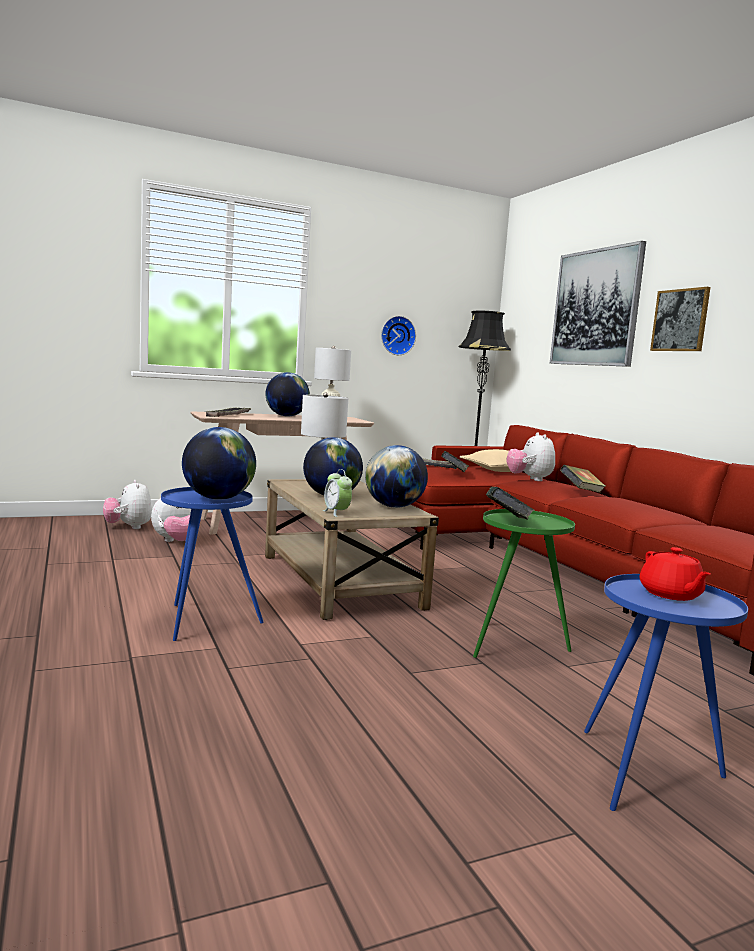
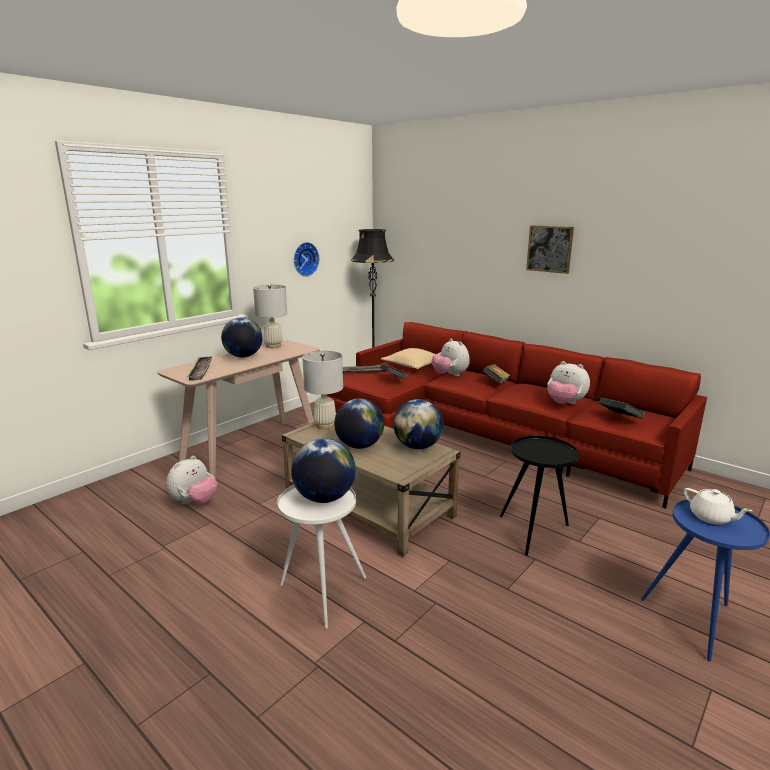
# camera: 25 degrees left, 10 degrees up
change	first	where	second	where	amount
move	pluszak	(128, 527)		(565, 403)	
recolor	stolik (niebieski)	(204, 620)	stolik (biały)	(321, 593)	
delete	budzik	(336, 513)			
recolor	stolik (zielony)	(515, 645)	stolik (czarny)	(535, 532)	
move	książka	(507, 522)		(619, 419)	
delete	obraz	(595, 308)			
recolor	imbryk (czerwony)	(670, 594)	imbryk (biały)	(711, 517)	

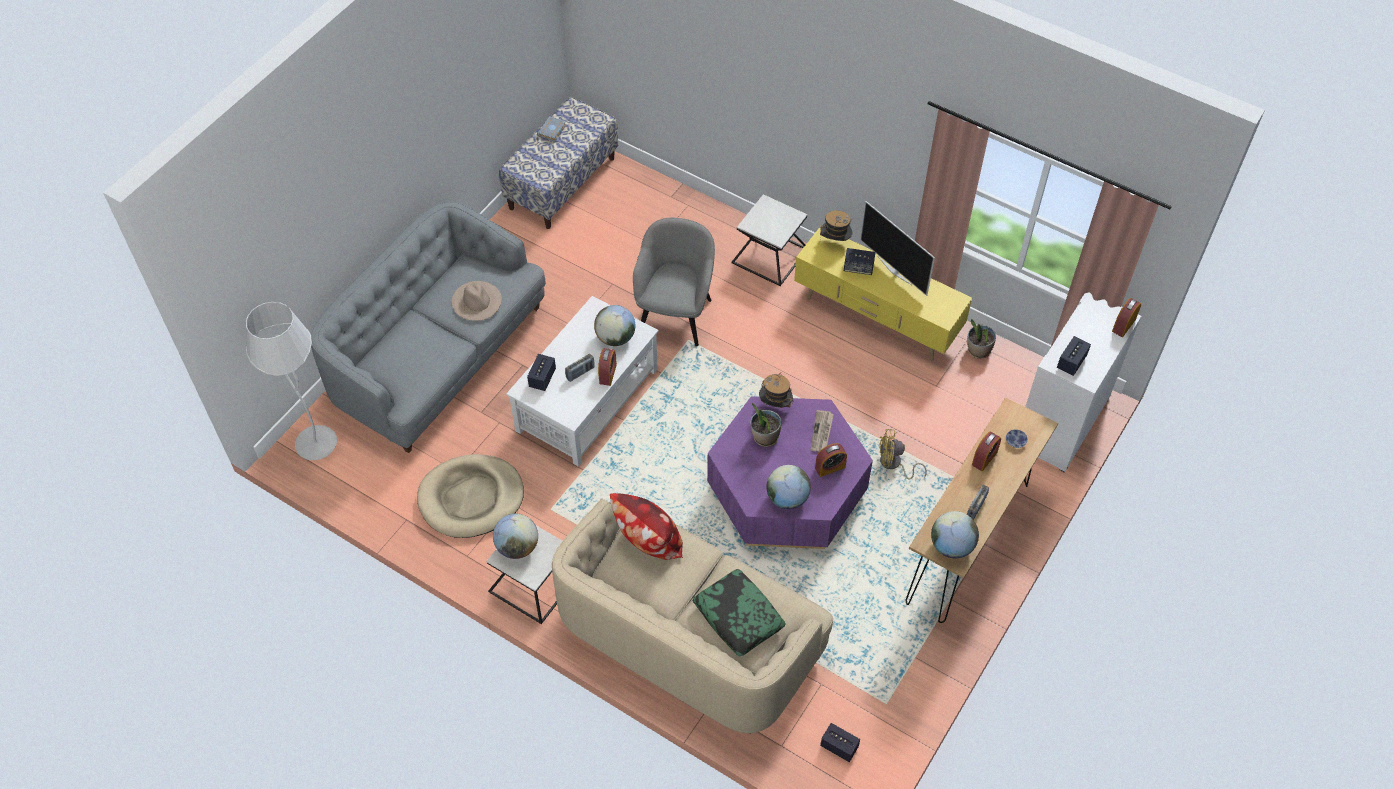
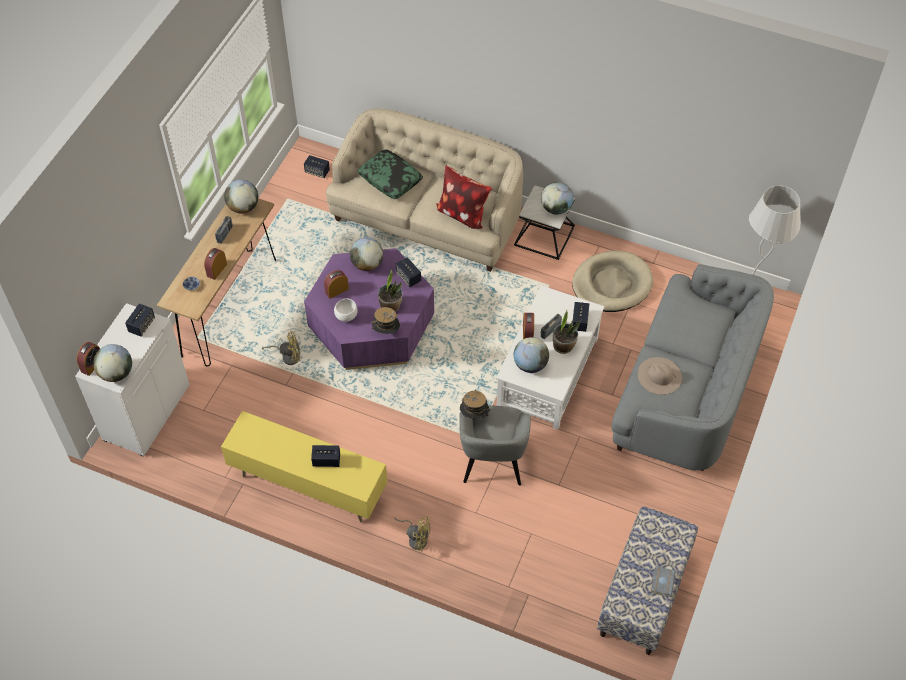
# camera: 170 degrees right, 0 degrees up
change	first	where	second	where	amount
replace	stolik	(770, 256)	wentylator (żółty)	(416, 538)	
replace	gazeta	(822, 432)	miska (biały)	(346, 316)	
move	kapelusz	(835, 241)		(474, 416)	
delete	telewizor	(895, 270)			
move	roślina doniczkowa	(978, 350)		(563, 346)	
insert			globus	(116, 373)	
insert			głośnik	(408, 277)	

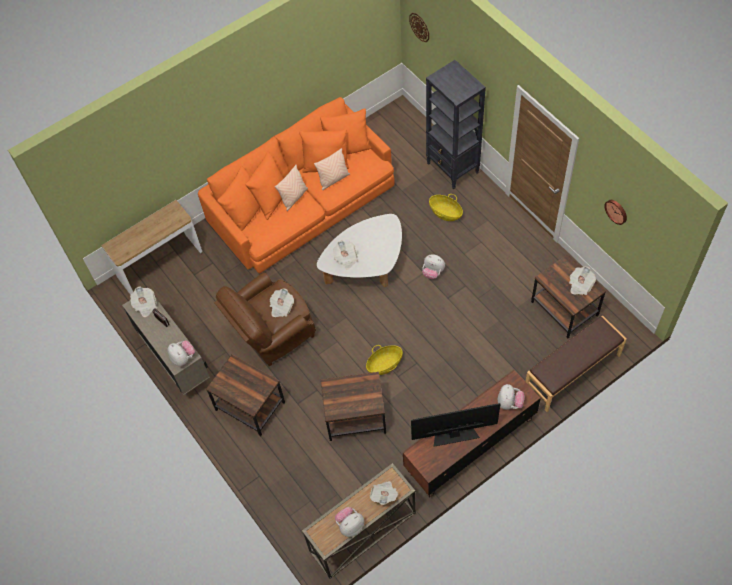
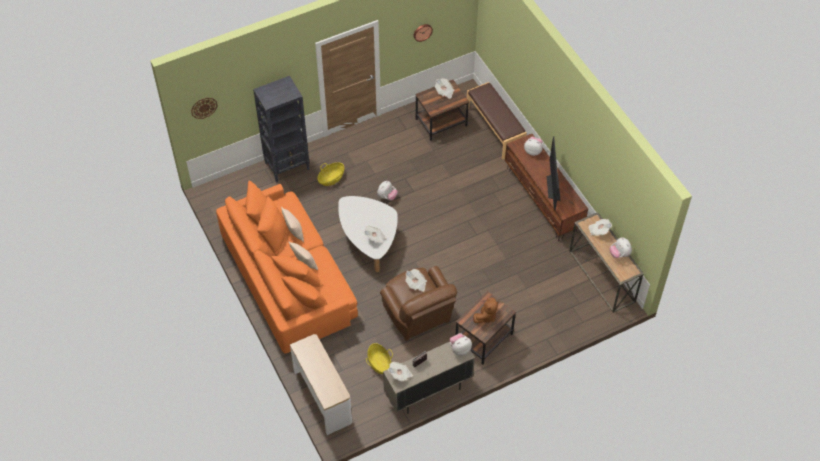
# camera: 85 degrees left, 5 degrees down
change	first	where	second	where	amount
delete	stolik (brązowy)	(355, 418)			
move	koszyk	(384, 364)		(379, 363)	
insert			pluszak (brązowy)	(486, 316)	

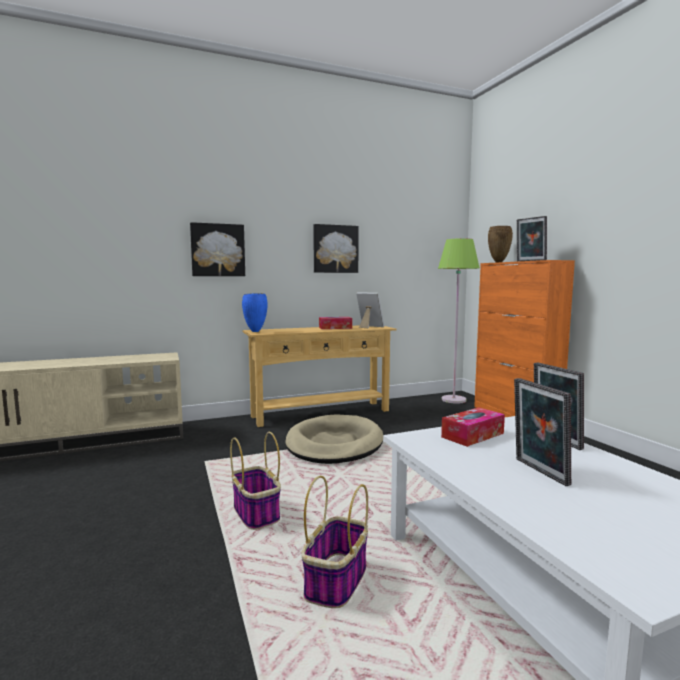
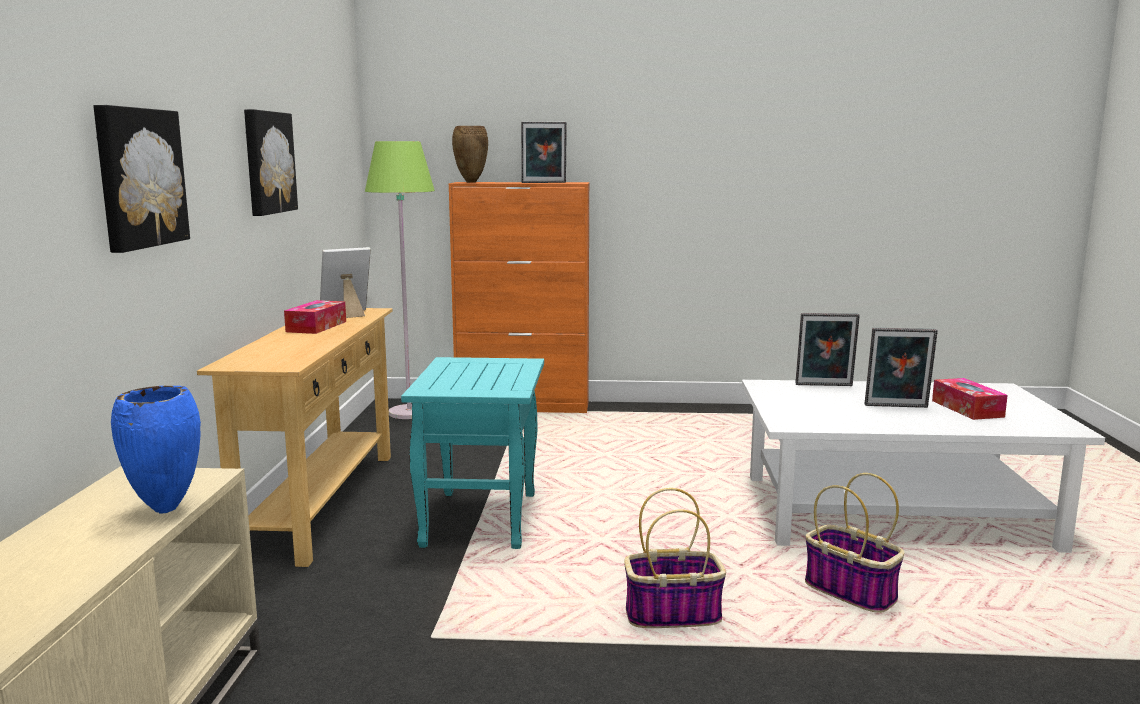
# camera: 65 degrees left, 5 degrees up
change	first	where	second	where	amount
move	wazon (niebieski)	(255, 331)		(166, 510)	
replace	legowisko (beżowy)	(334, 444)	stolik (turkusowy)	(481, 521)	
move	pudełko chusteczek	(472, 435)		(967, 409)	

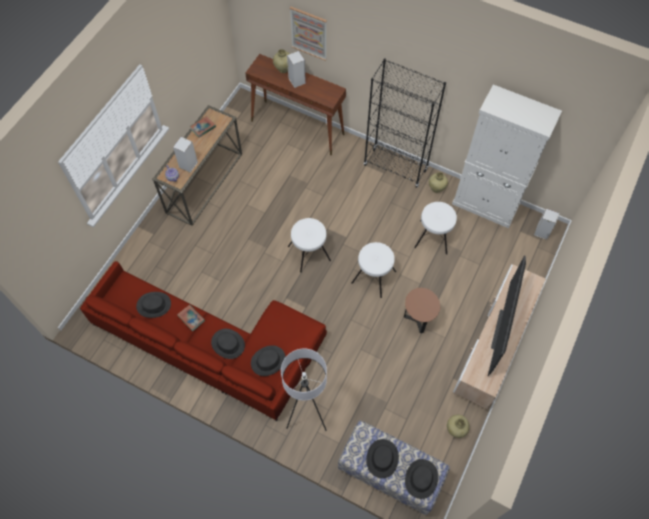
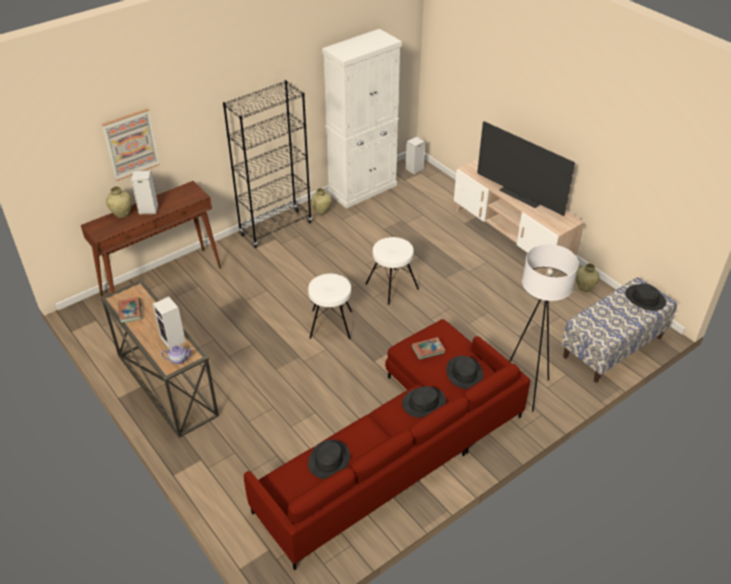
# camera: 65 degrees left, 20 degrees down
change	first	where	second	where	amount
move	książka	(191, 318)		(428, 350)	
delete	kapelusz (czarny)	(382, 458)			
delete	stolik (brązowy)	(418, 320)			
delete	stołek (biały)	(433, 237)			

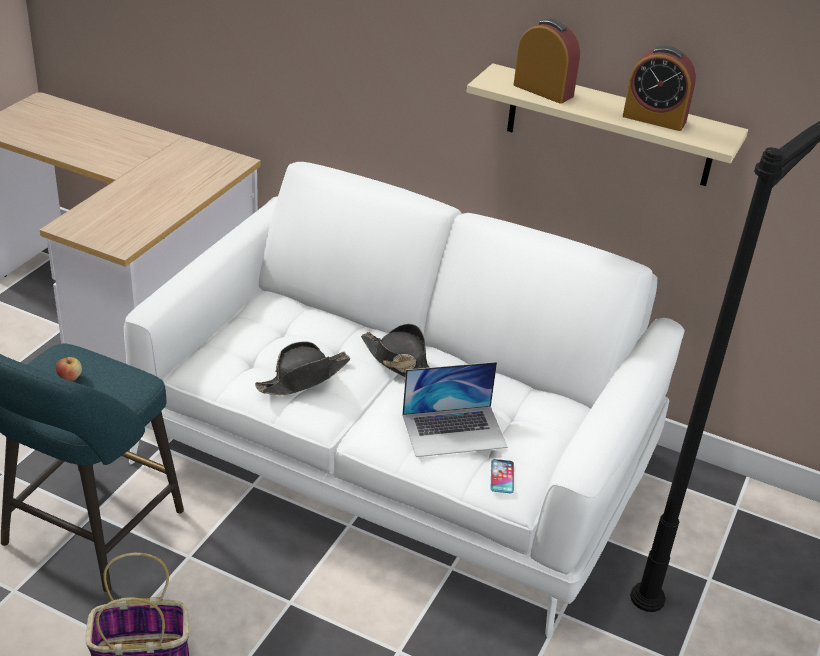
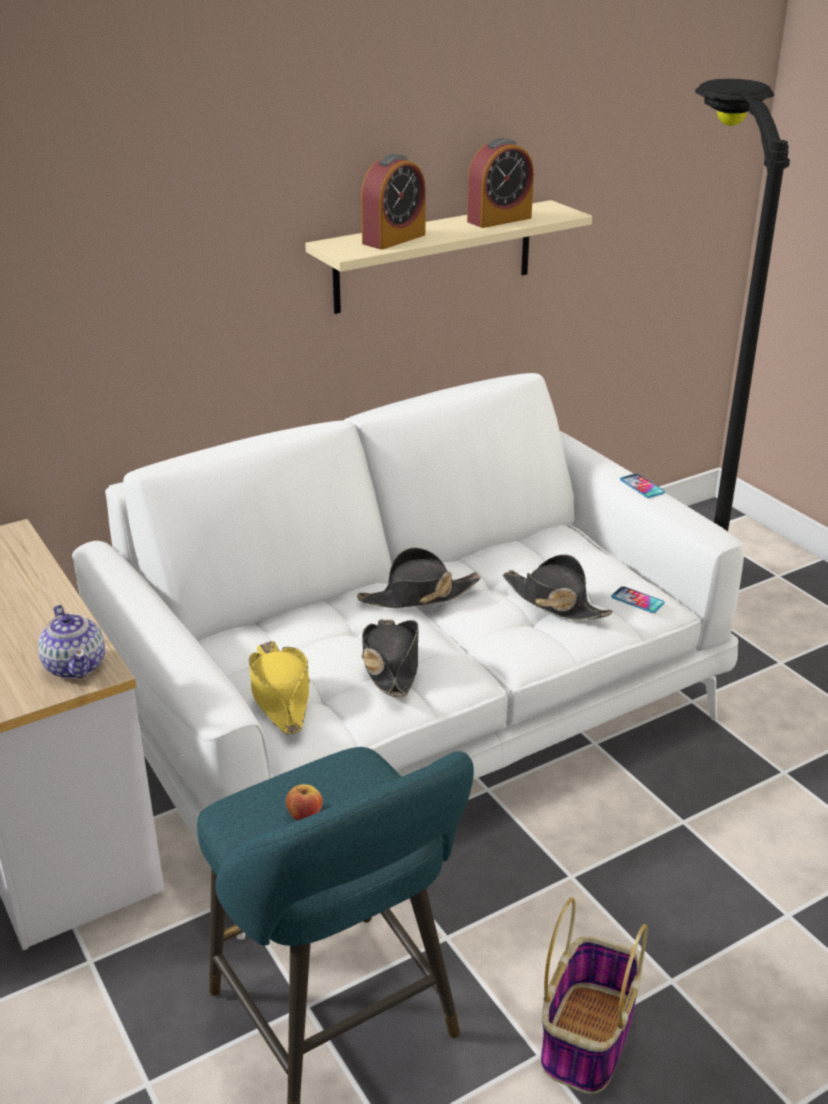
# camera: 55 degrees left, 5 degrees down
change	first	where	second	where	amount
replace	laptop	(454, 430)	kapelusz (czarny)	(554, 601)	
rotate	budzik	(543, 90)		(394, 239)	150 degrees clockwise
insert			imbryk	(75, 665)	
insert			kapelusz (żółty)	(280, 695)	
insert			telefon	(642, 486)	

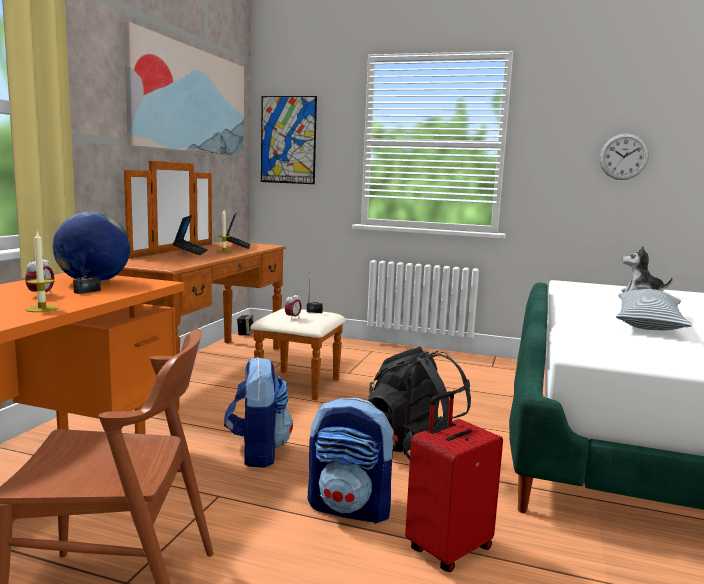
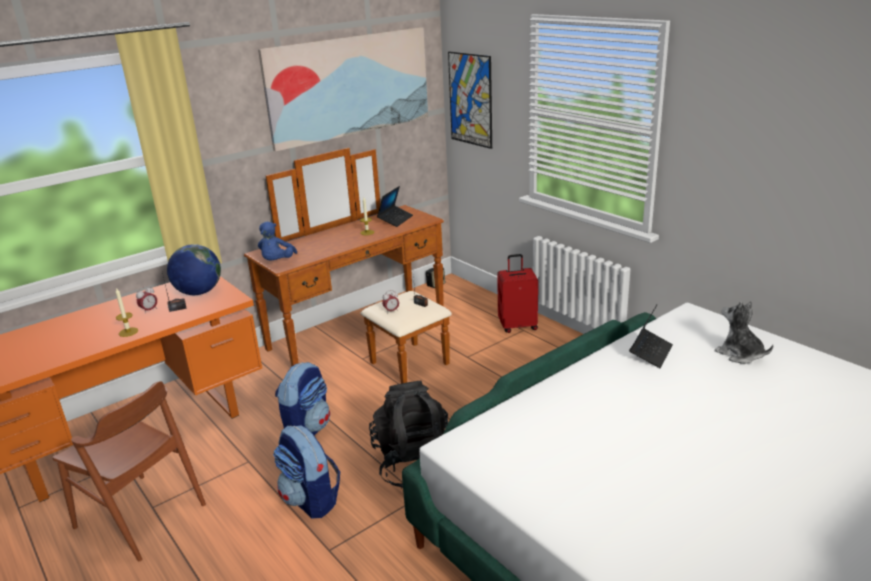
# camera: 35 degrees right, 15 degrees up
change	first	where	second	where	amount
move	laptop	(190, 252)		(650, 353)	
move	walizka (czerwony)	(447, 549)		(517, 326)	
delete	zegar ścienny	(623, 156)			
delete	poduszka	(648, 323)			
insert			pluszak (niebieski)	(277, 262)	

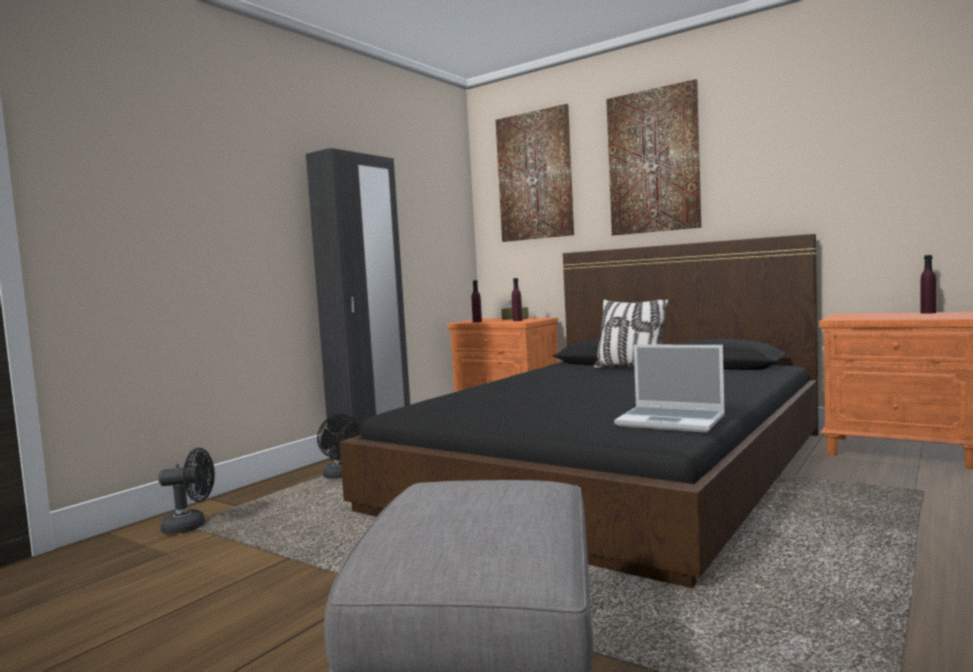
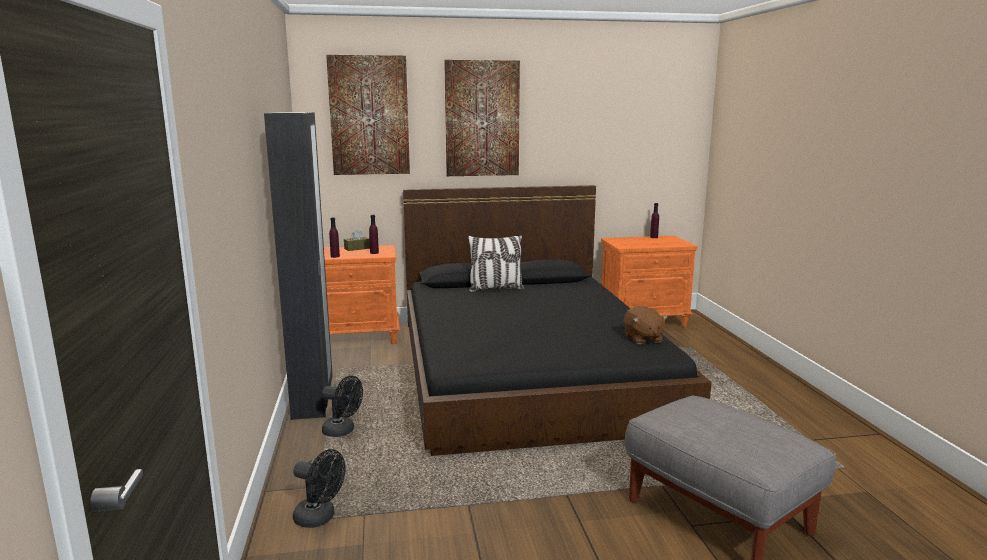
# camera: 45 degrees left, 10 degrees up
change	first	where	second	where	amount
rotate	wentylator (czarny)	(191, 526)		(320, 518)	75 degrees clockwise
replace	laptop	(672, 421)	pluszak (brązowy)	(642, 339)	

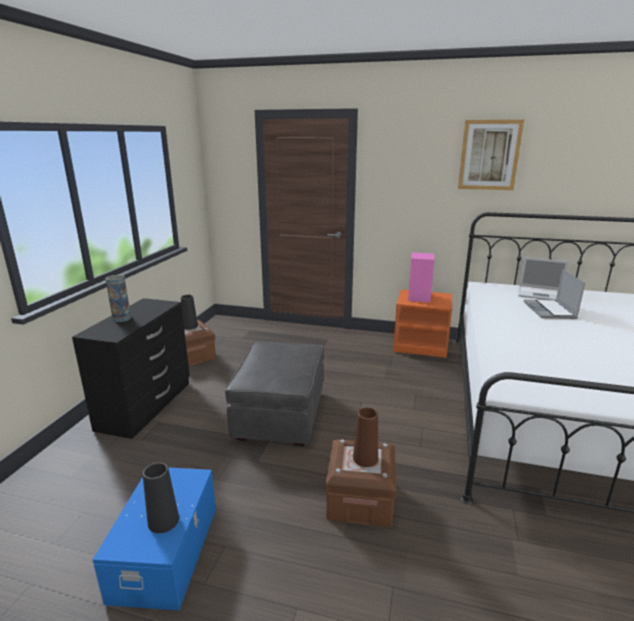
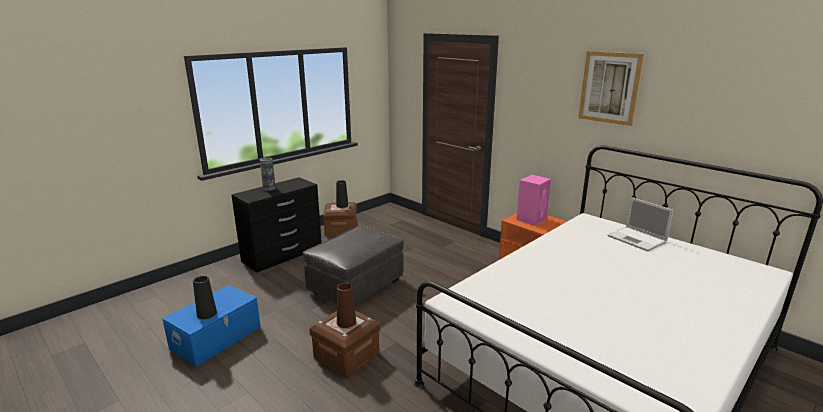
# camera: 30 degrees right, 0 degrees up
change	first	where	second	where	amount
delete	laptop	(550, 310)			

